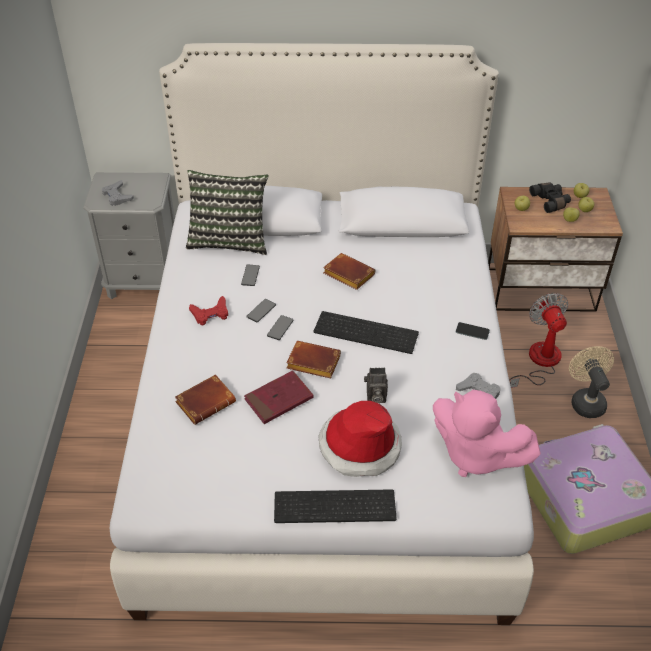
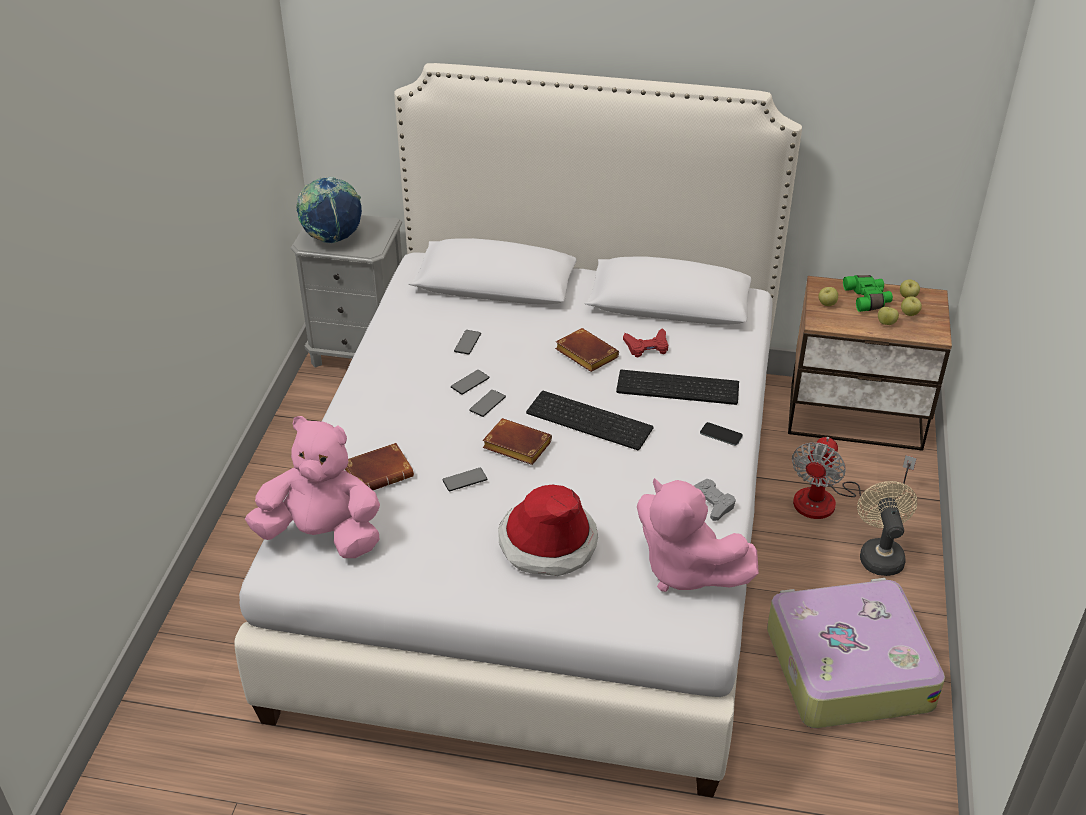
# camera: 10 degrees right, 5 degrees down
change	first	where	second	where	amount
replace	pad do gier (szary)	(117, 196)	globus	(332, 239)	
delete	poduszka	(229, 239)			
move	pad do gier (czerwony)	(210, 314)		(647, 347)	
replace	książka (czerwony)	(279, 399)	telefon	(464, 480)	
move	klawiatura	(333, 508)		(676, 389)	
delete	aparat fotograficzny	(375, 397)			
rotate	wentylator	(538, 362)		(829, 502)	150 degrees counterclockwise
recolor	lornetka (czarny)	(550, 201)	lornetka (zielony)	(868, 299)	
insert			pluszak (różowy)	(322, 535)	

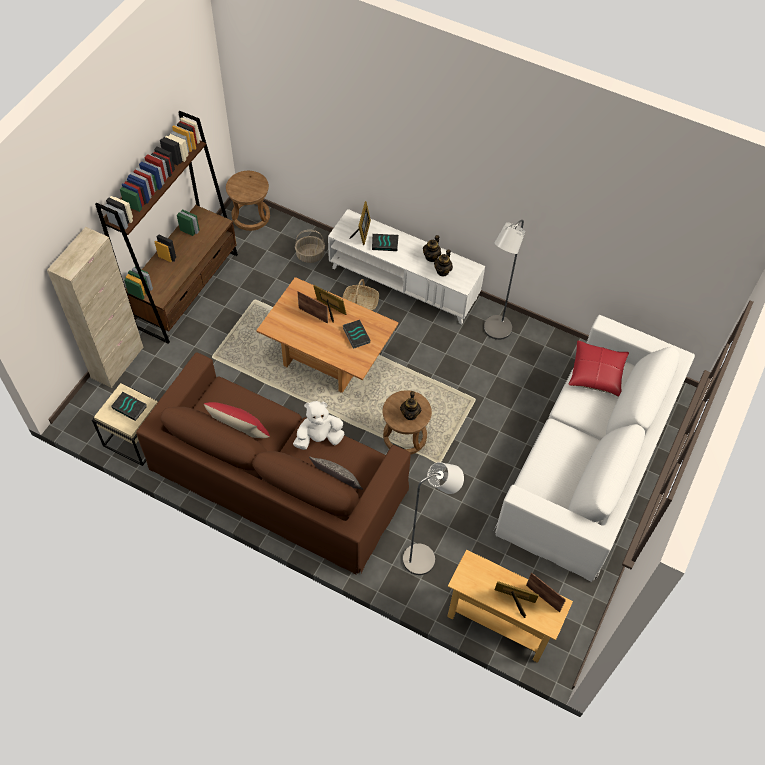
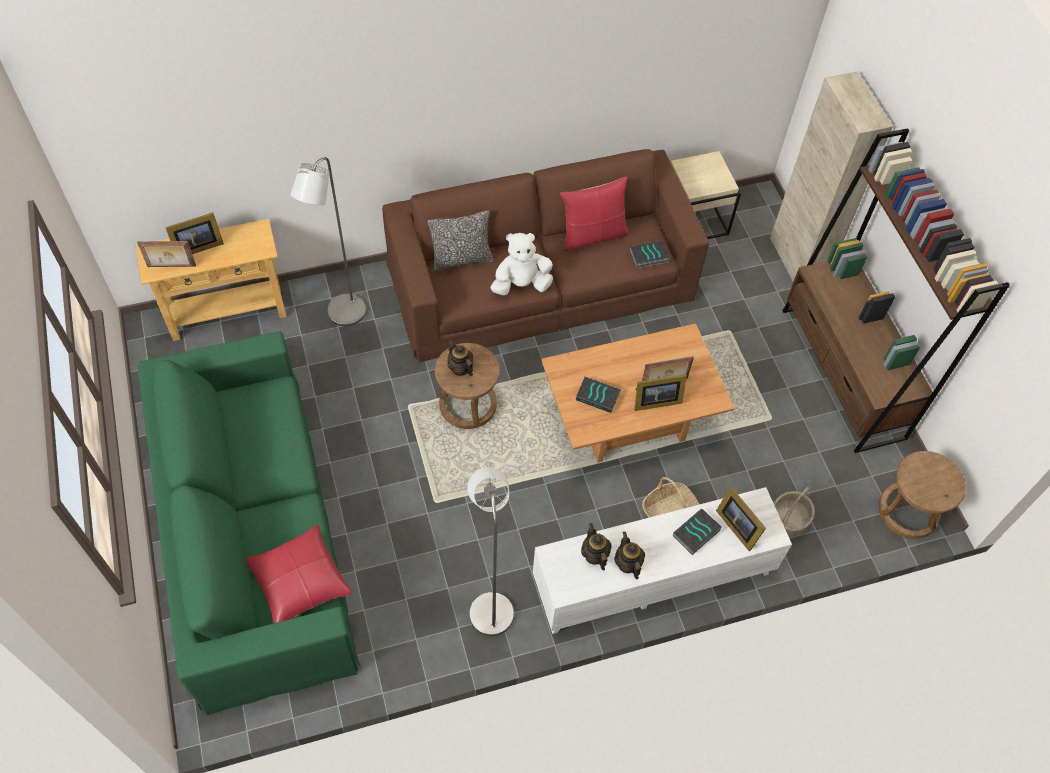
# camera: 135 degrees right, 0 degrees up
change	first	where	second	where	amount
move	książka	(130, 407)		(649, 257)	
rotate	pluszak (biały)	(319, 438)		(521, 284)	135 degrees counterclockwise
recolor	kanapa (biały)	(589, 460)	kanapa (zielony)	(253, 534)	

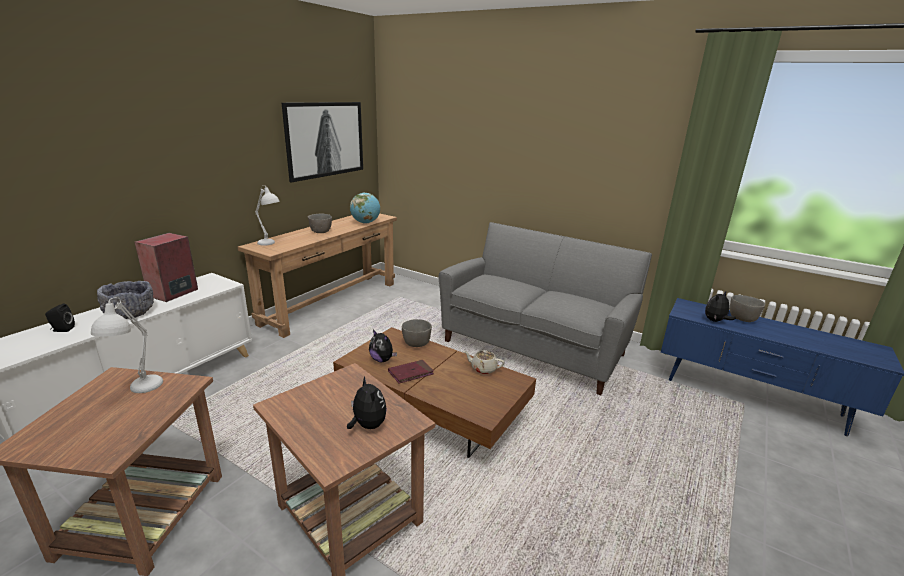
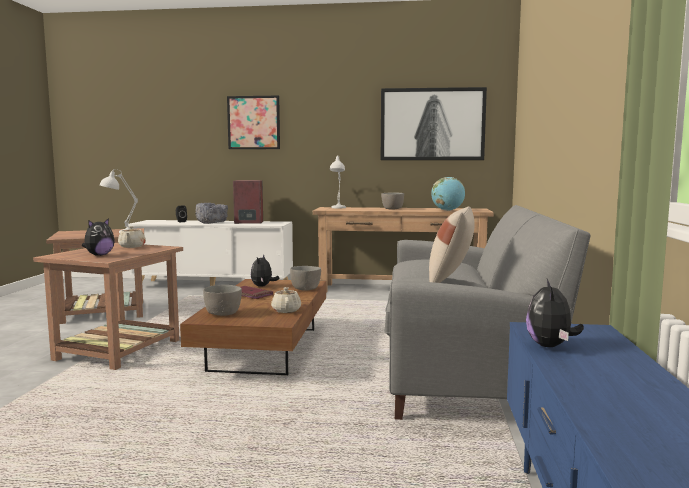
# camera: 65 degrees right, 15 degrees down
change	first	where	second	where	amount
rotate	pluszak	(715, 321)		(550, 346)	105 degrees counterclockwise
move	miska (szary)	(742, 318)		(223, 314)	
insert			imbryk (beżowy)	(132, 246)	
insert			obraz	(254, 122)	
insert			poduszka (beżowy)	(451, 282)	

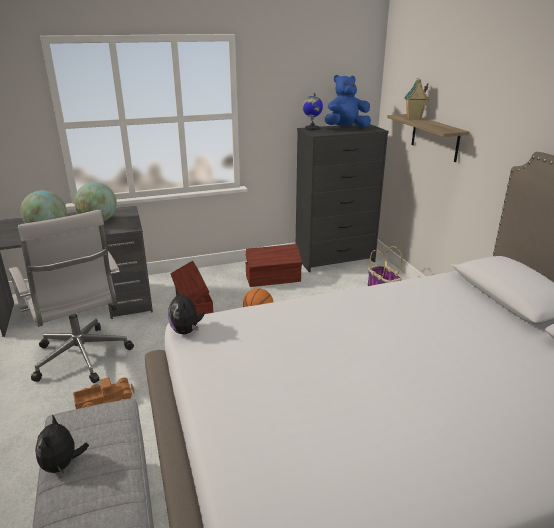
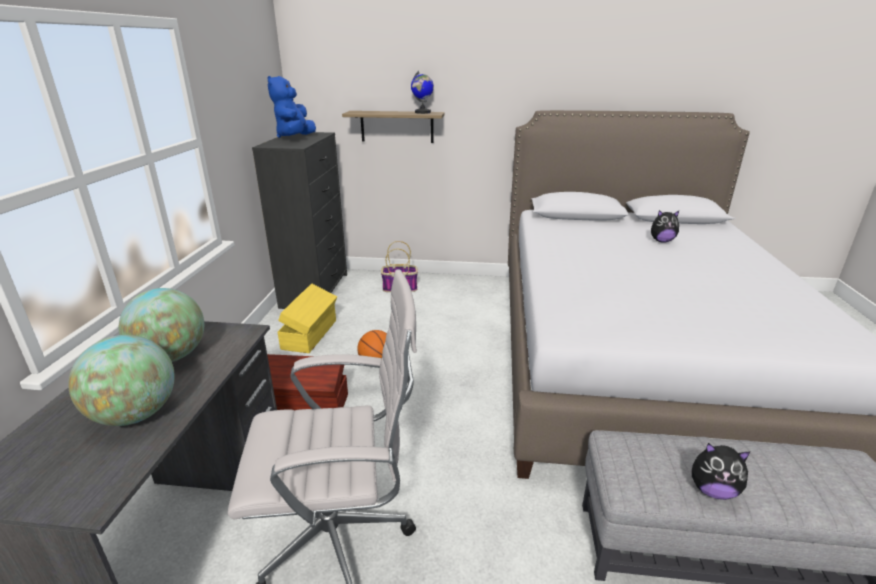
# camera: 65 degrees left, 0 degrees up
change	first	where	second	where	amount
delete	ciężarówka zabawkowa	(104, 399)			
move	pluszak	(186, 331)		(661, 241)	
recolor	pojemnik do przechowywania (brązowy)	(273, 279)	pojemnik do przechowywania (żółty)	(311, 334)	
move	globus	(312, 129)		(422, 112)	
delete	domek	(413, 118)			

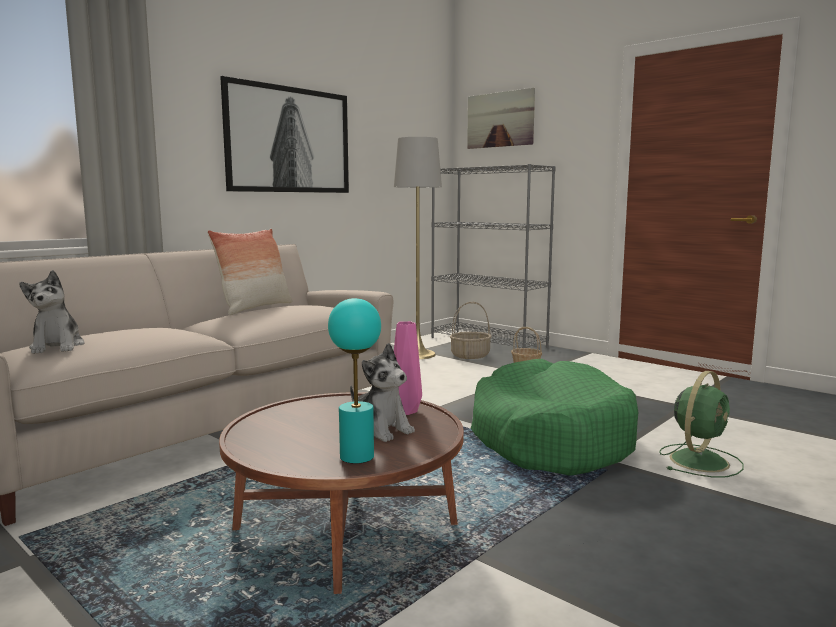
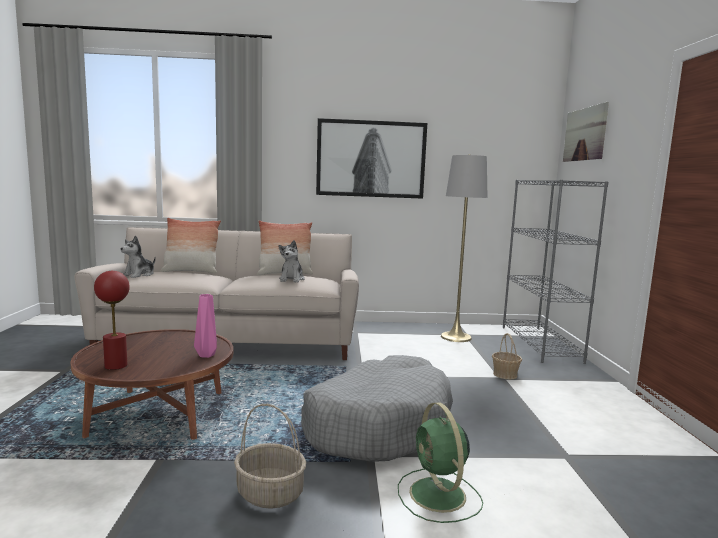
# camera: 45 degrees right, 0 degrees up
change	first	where	second	where	amount
recolor	lampa stołowa (turkusowy)	(357, 456)	lampa stołowa (czerwony)	(116, 366)	
move	pluszak	(379, 429)		(291, 279)	
move	koszyk	(470, 356)		(269, 493)	
recolor	legowisko (zielony)	(549, 438)	legowisko (szary)	(377, 424)	
rotate	wentylator (zielony)	(700, 460)		(438, 496)	75 degrees clockwise
insert			poduszka	(191, 272)	

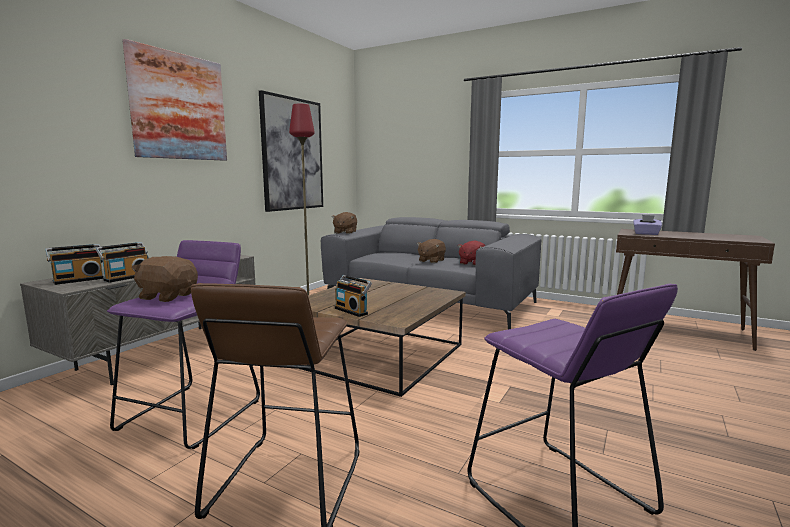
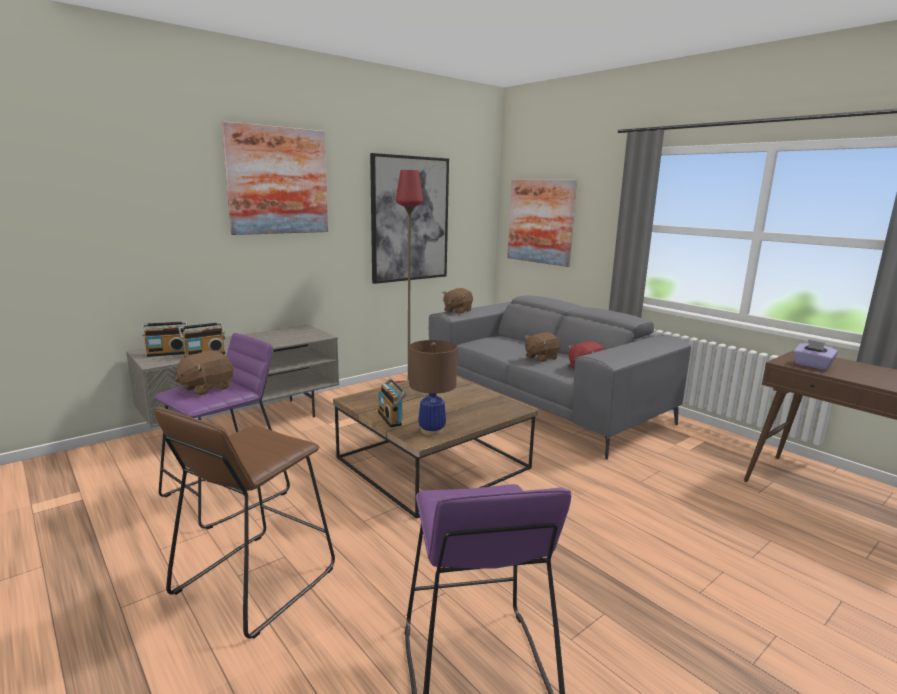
# camera: 20 degrees right, 5 degrees up
change	first	where	second	where	amount
rotate	pluszak (brązowy)	(168, 296)		(206, 388)	90 degrees counterclockwise
insert			lampa stołowa (brązowy)	(432, 431)	
insert			obraz	(540, 221)	

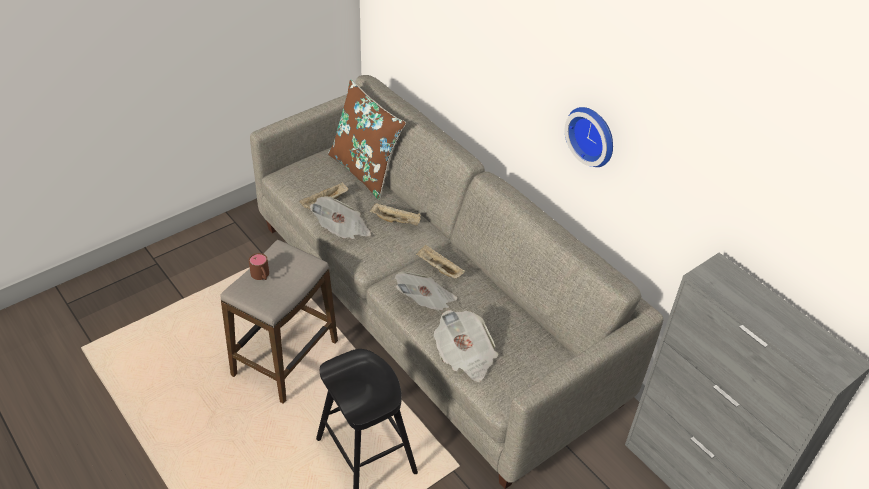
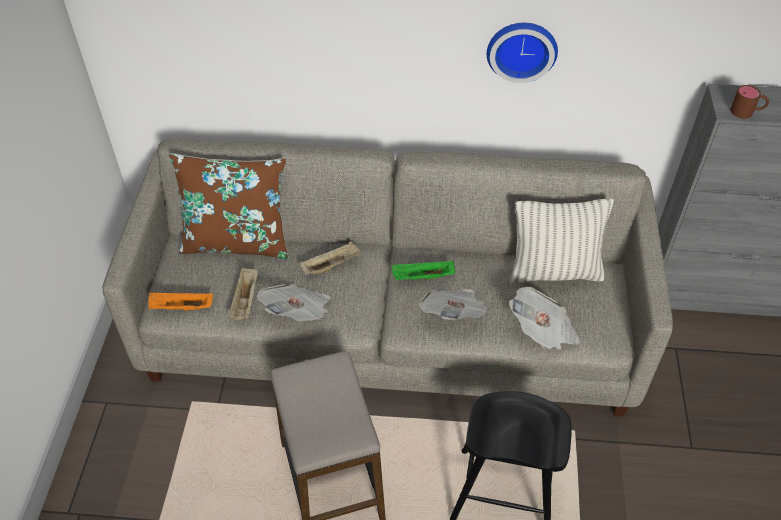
# camera: 45 degrees left, 5 degrees up
change	first	where	second	where	amount
move	kubek (brązowy)	(261, 276)		(747, 112)	
recolor	taca (beżowy)	(438, 268)	taca (zielony)	(422, 277)	
insert			taca (pomarańczowy)	(181, 308)	
insert			poduszka	(554, 271)	

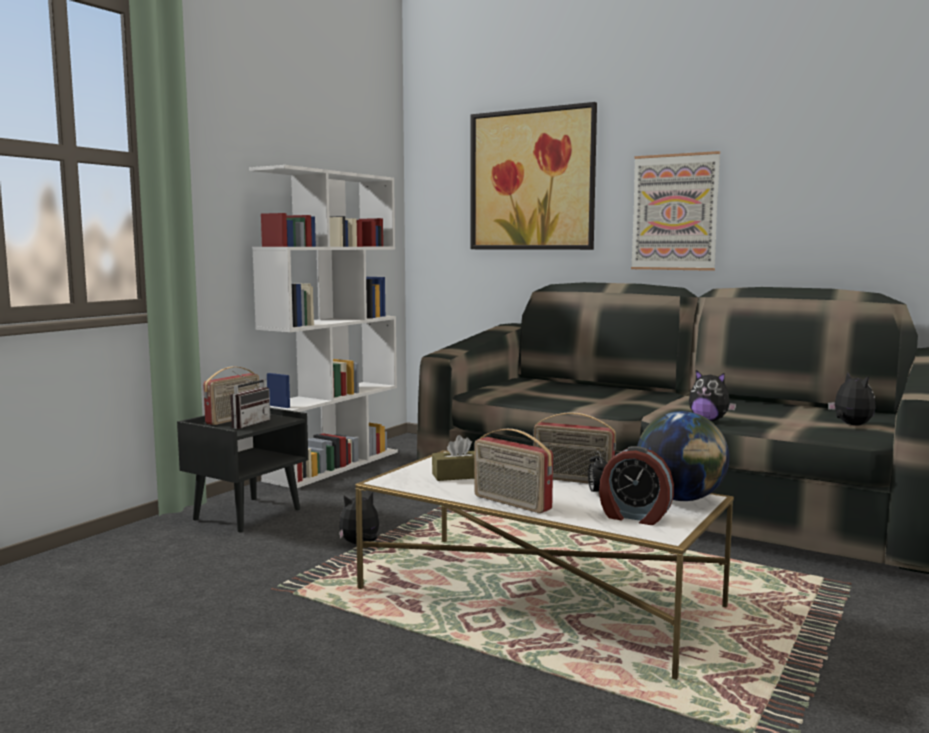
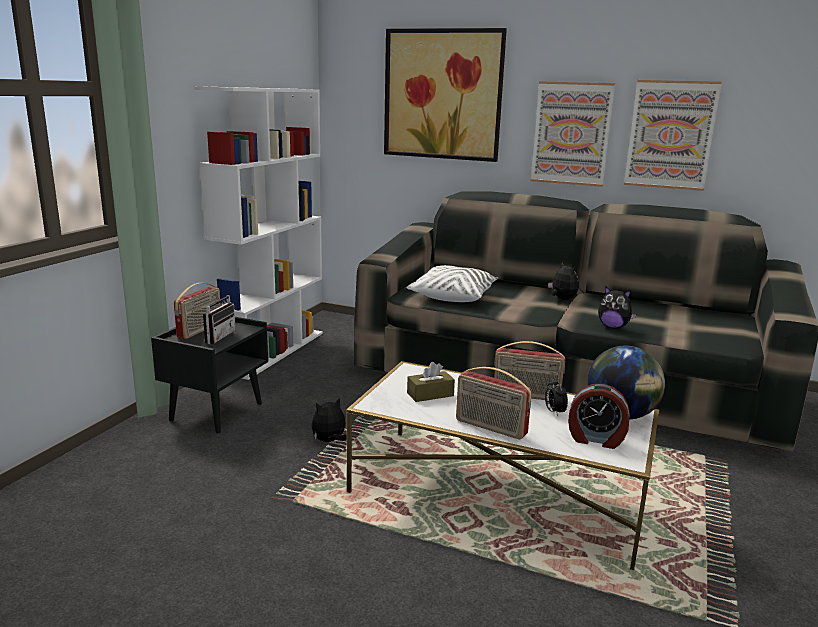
# camera: 10 degrees left, 10 degrees up
change	first	where	second	where	amount
move	pluszak	(850, 425)		(562, 299)	
insert			poduszka (biały)	(453, 296)	
insert			obraz	(670, 135)	

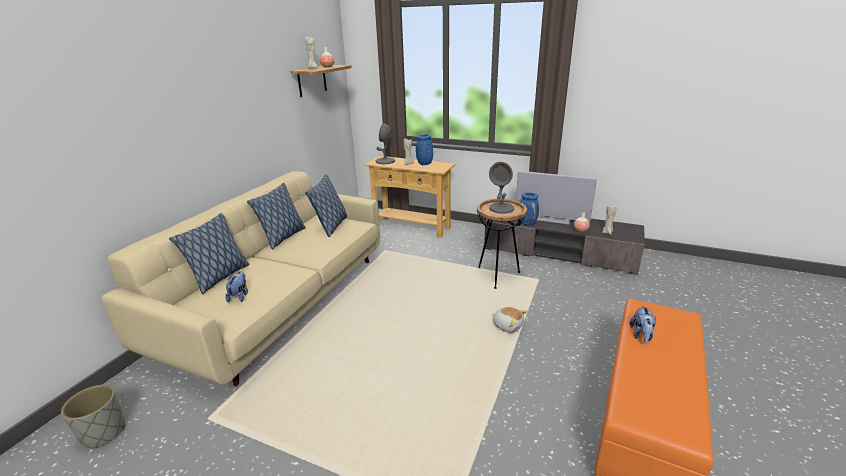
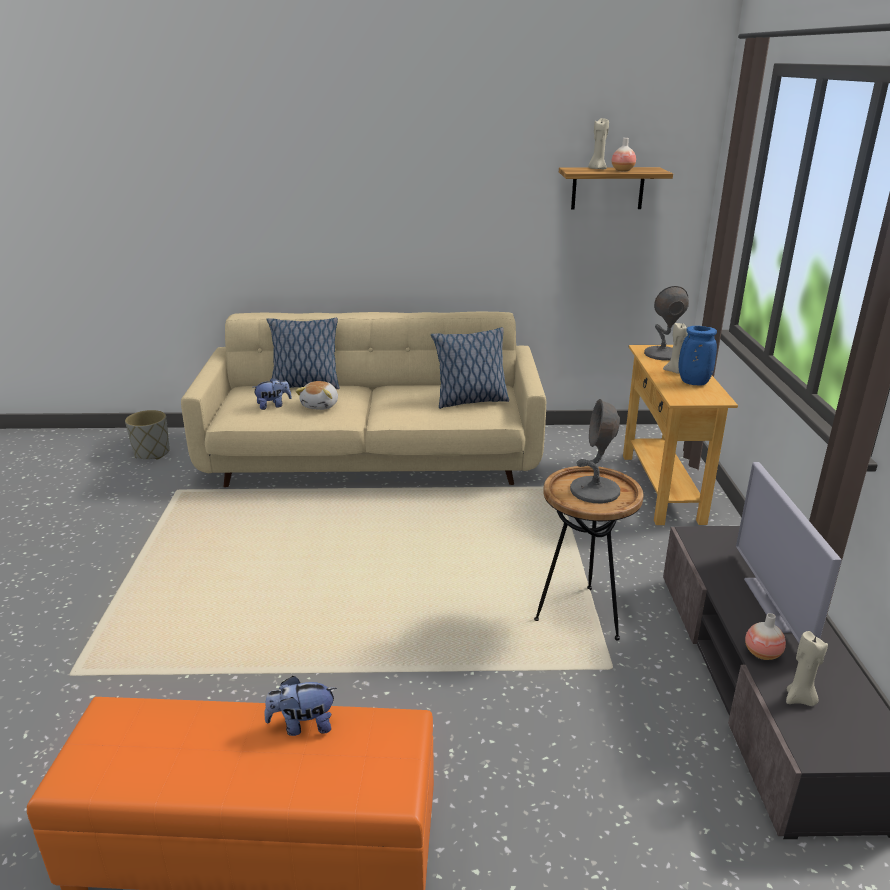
# camera: 65 degrees right, 0 degrees up
change	first	where	second	where	amount
delete	poduszka	(283, 237)			
move	pluszak	(508, 325)		(321, 405)	
delete	wazon (niebieski)	(528, 223)			

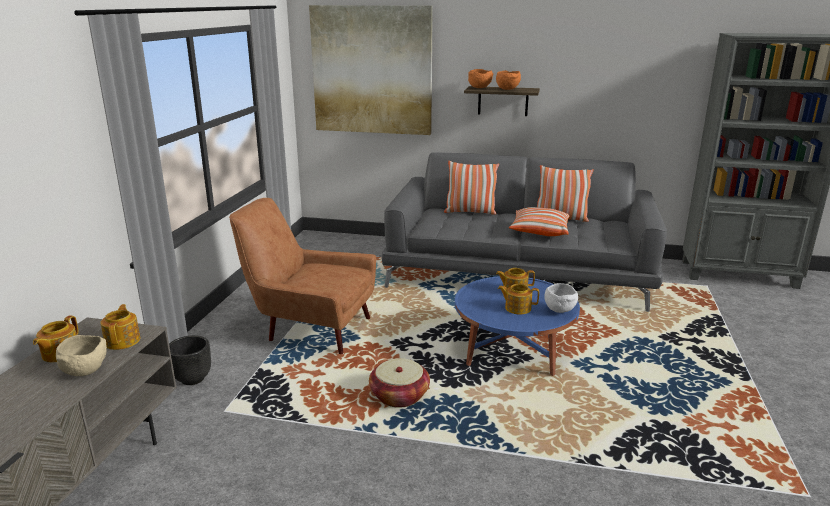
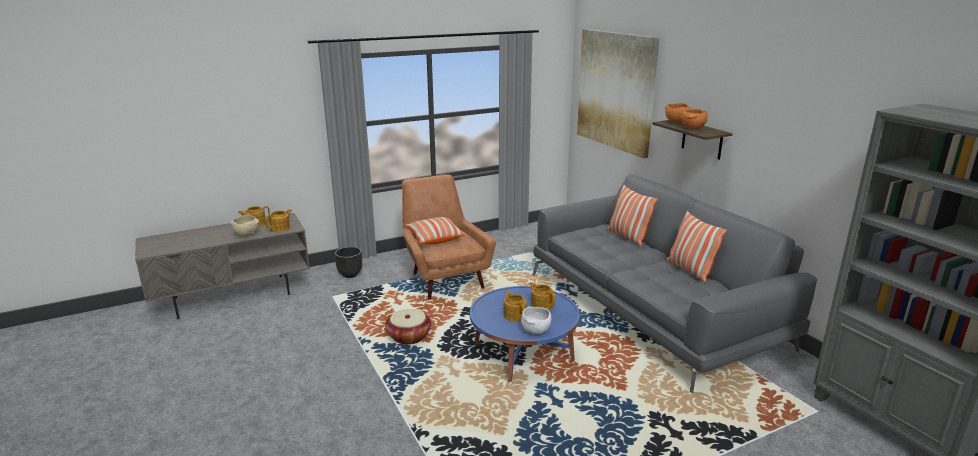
# camera: 50 degrees right, 0 degrees up
change	first	where	second	where	amount
move	poduszka	(539, 232)		(434, 238)	

